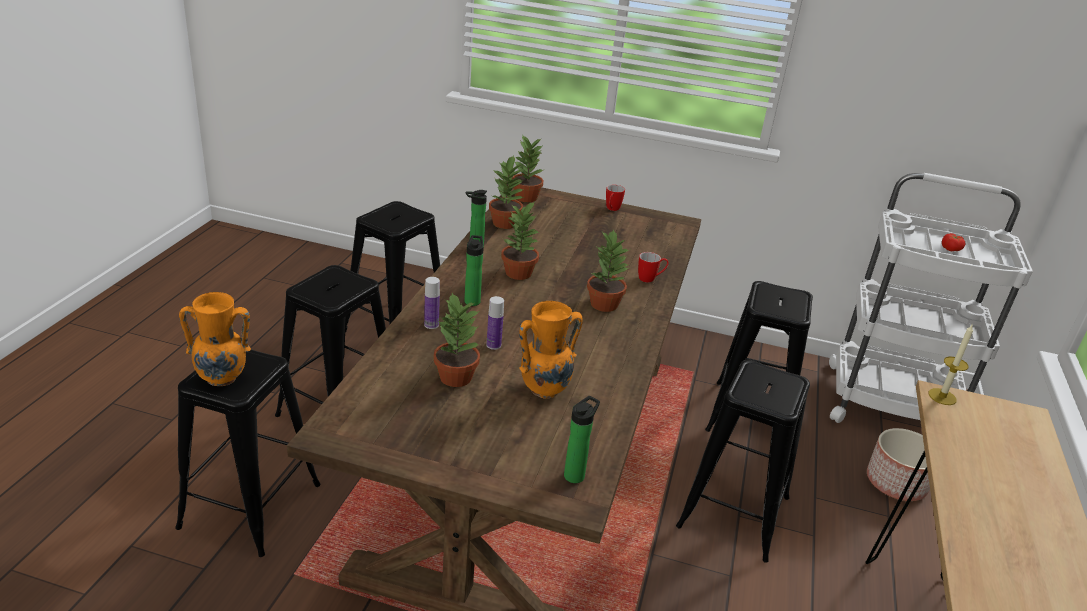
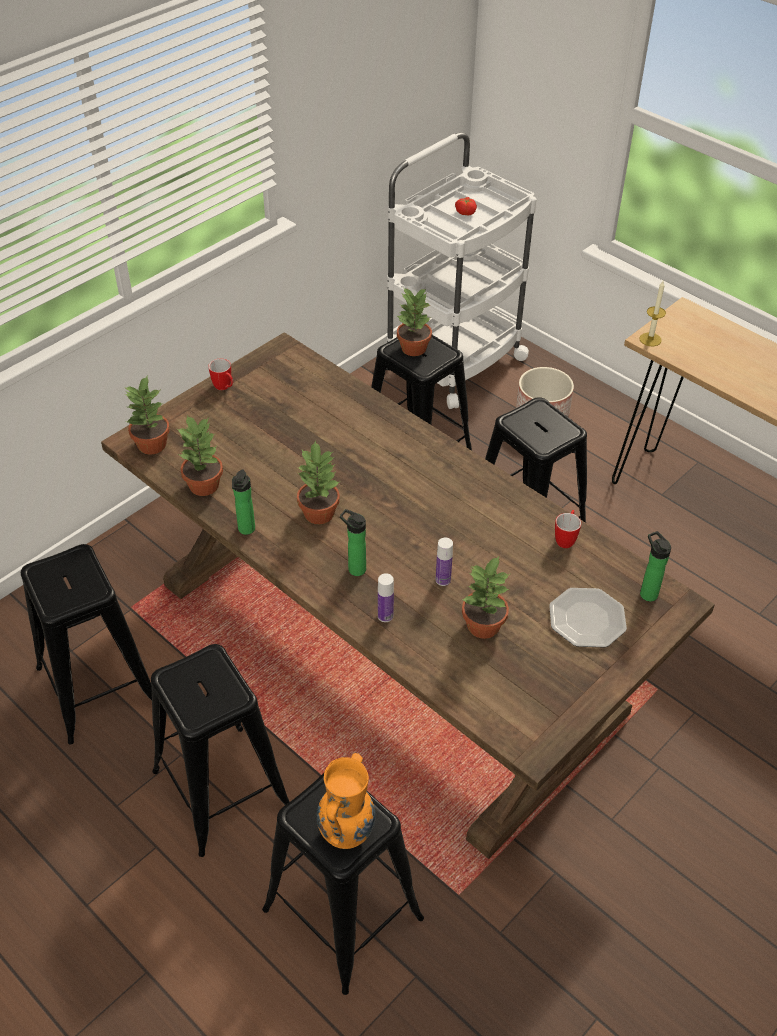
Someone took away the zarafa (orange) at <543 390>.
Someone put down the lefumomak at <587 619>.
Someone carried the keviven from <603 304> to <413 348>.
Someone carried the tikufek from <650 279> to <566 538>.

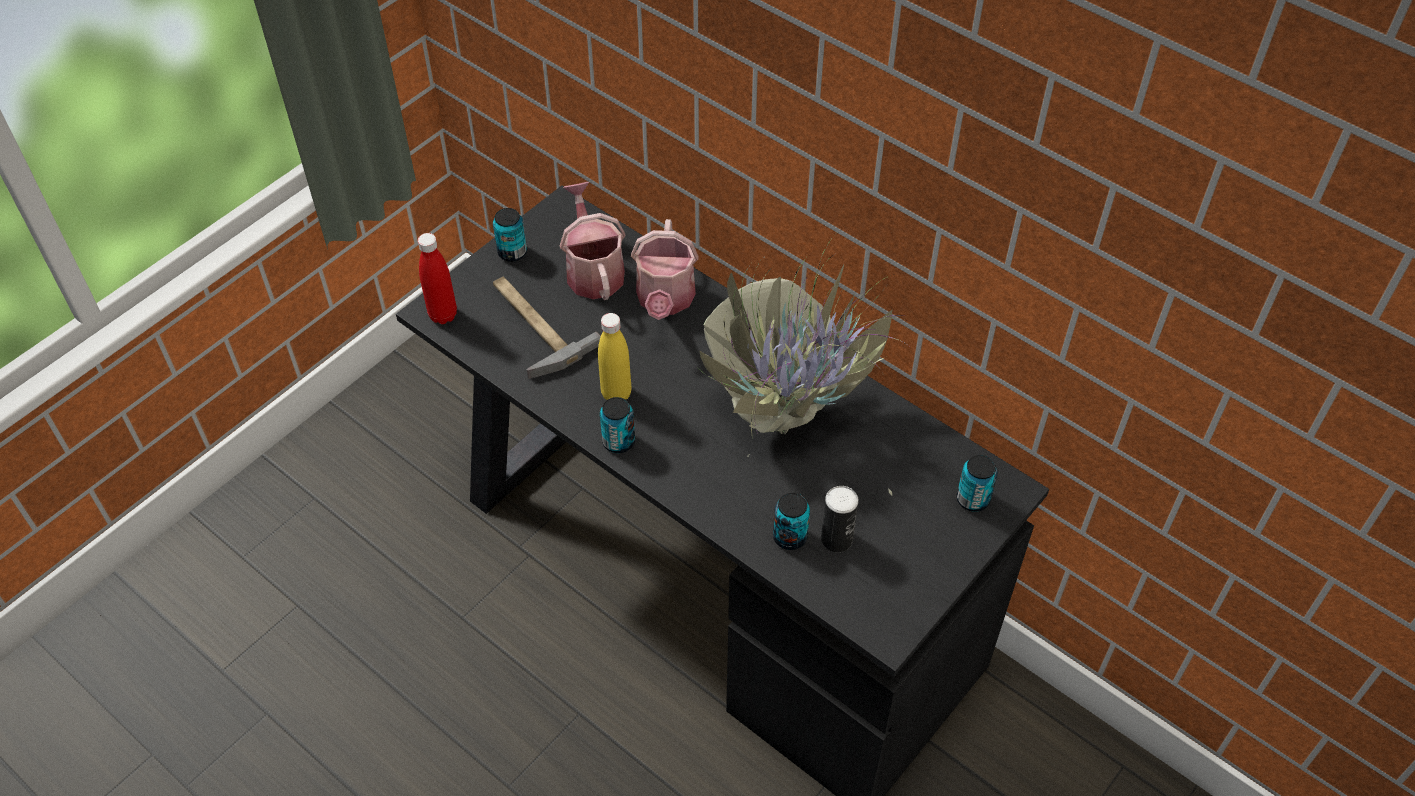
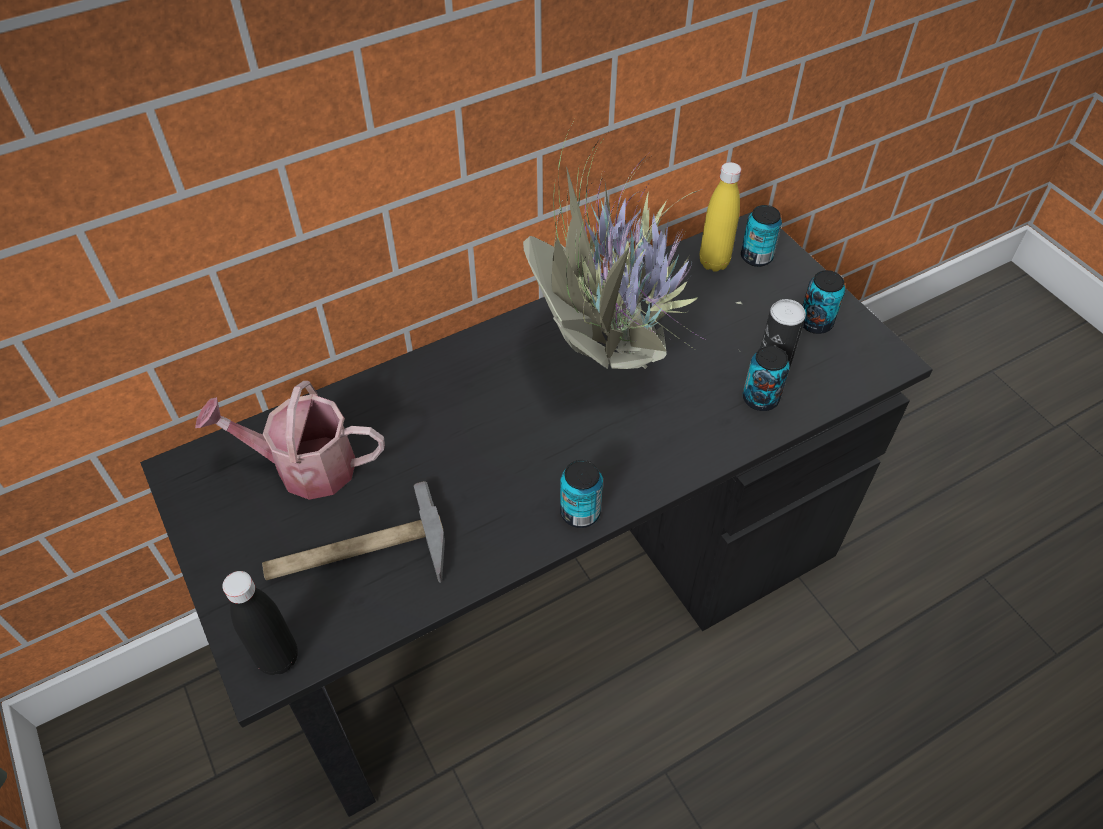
Someone took away the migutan at <665 300>.
Someone carried the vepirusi from <512 252> to <815 323>.
Someone carried the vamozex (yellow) from <616 394> to <713 262>.
Someone repainted the vamozex (red) at <443 315>, which became the vamozex (black) at <278 658>.

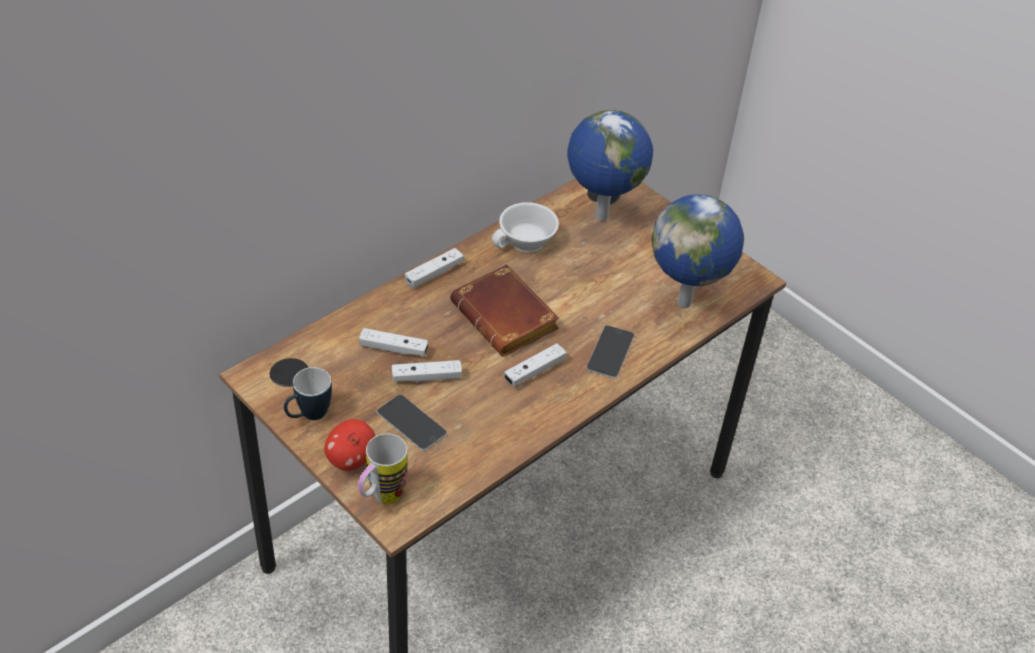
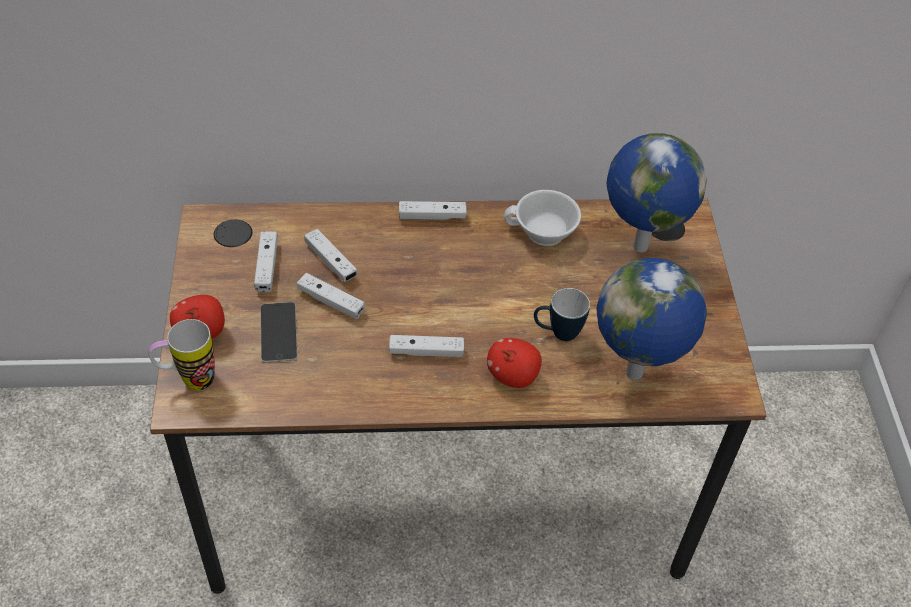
Someone took away the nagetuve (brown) at <508 318>.
Someone put down the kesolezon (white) at <267 266>.
Someone carried the tikufek from <308 416> to <557 333>.
Someone swapped the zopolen at <610 352> for the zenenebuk at <513 376>.

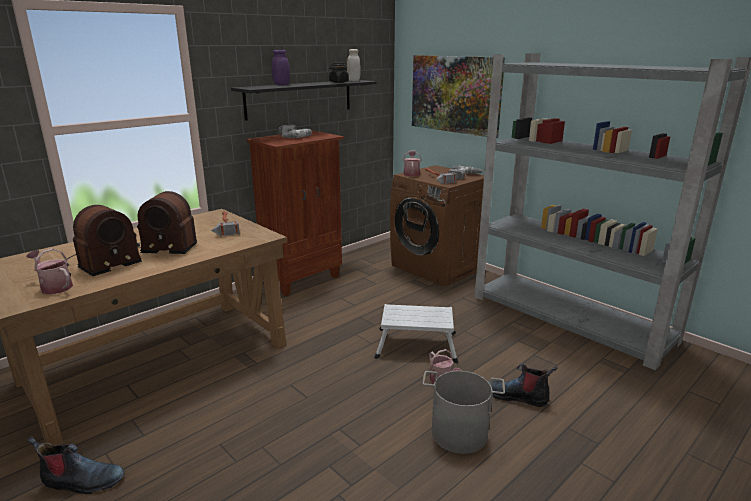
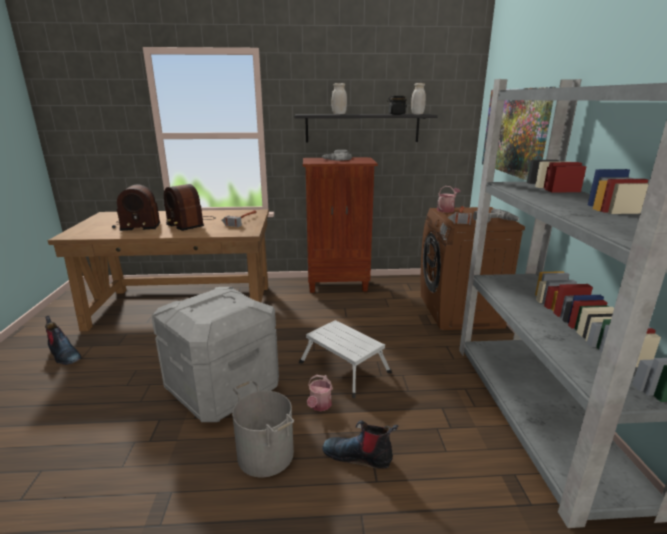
Someone took away the migutan at <54 286>.
Someone put down the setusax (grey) at <223 389>.
Someone repainted the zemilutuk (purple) at <281 85>, which became the zemilutuk (white) at <339 114>.
Someone rotated the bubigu at <517 397> by 45 degrees counterclockwise.

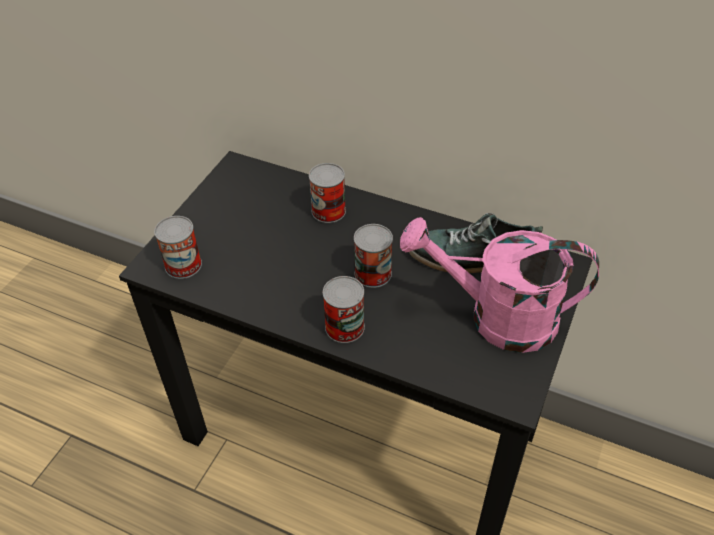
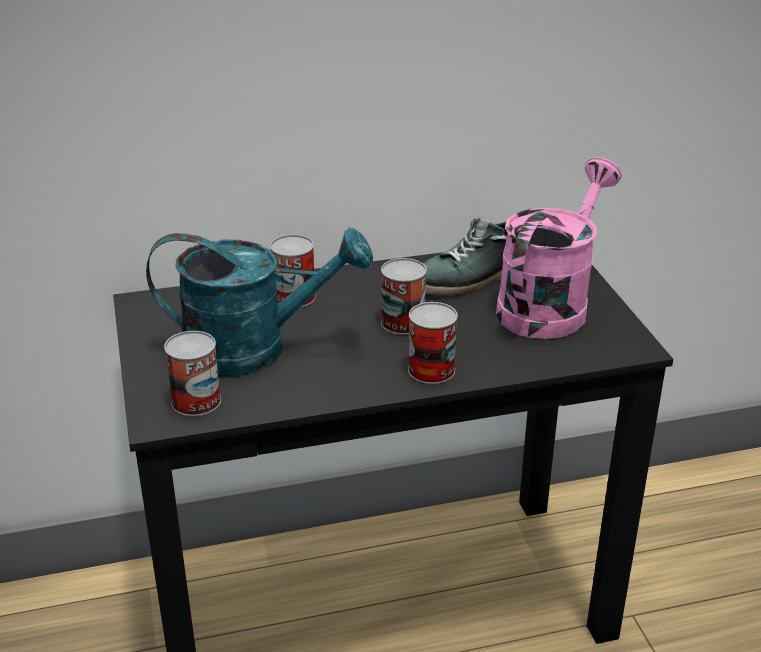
Someone put down the migutan (turquoise) at <254 349>.
Someone rotated the migutan (pink) at <497 317> by 150 degrees clockwise.

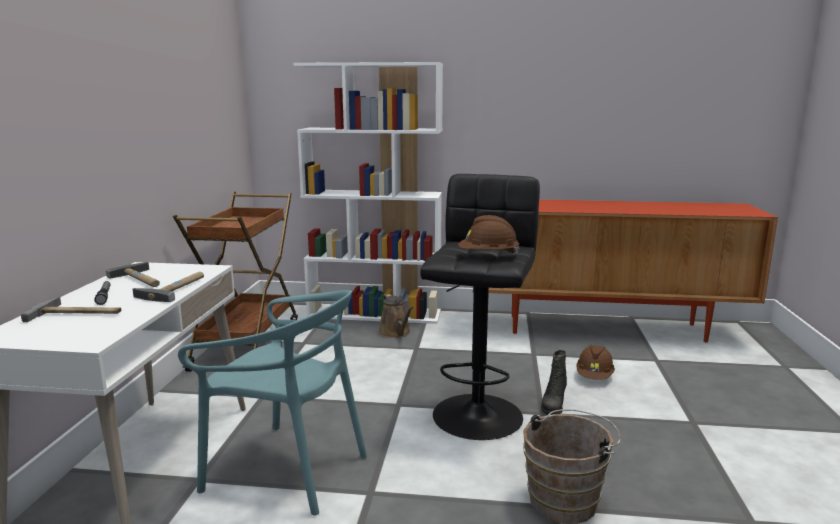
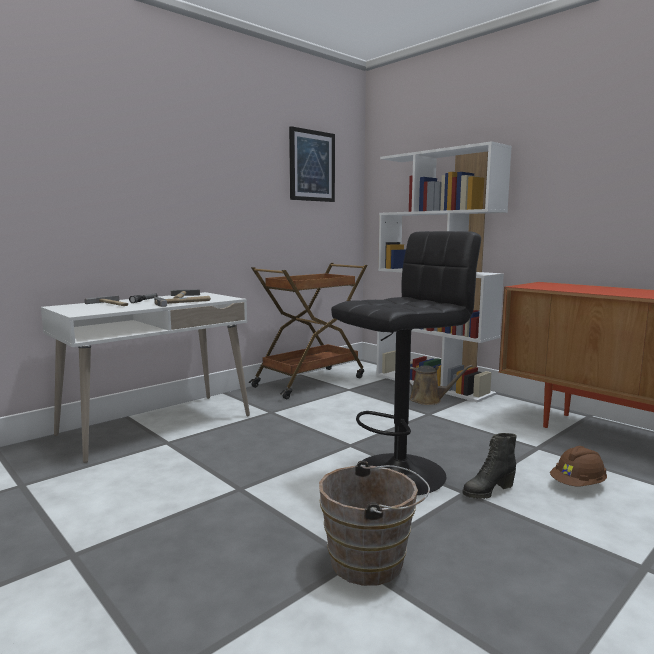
Someone took away the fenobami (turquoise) at <287 469>.
Someone took away the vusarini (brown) at <488 256>.
Someone put up the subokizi at <312 166>.
Someone rotated the migutan (brown) at <396 333> by 90 degrees counterclockwise.

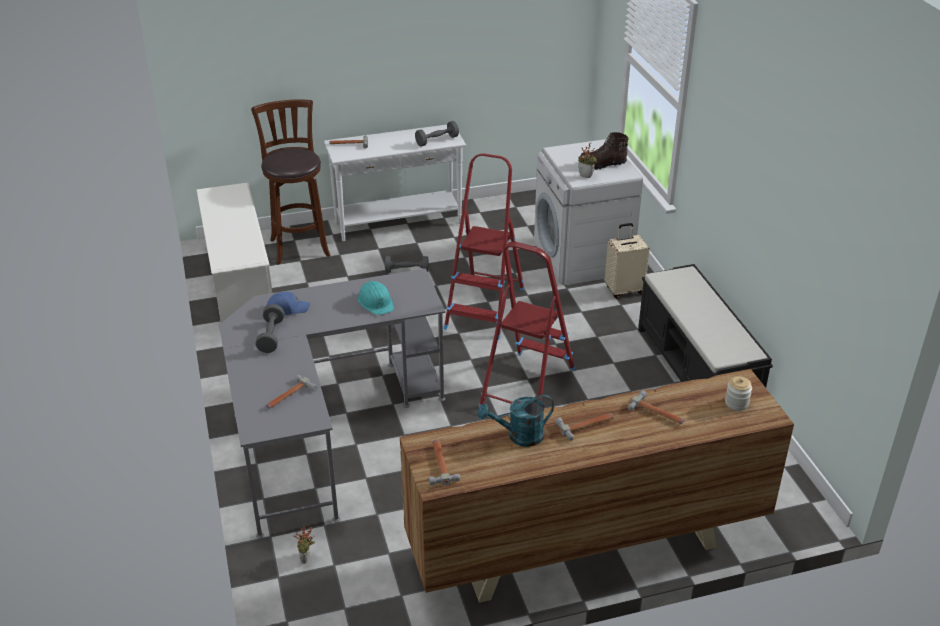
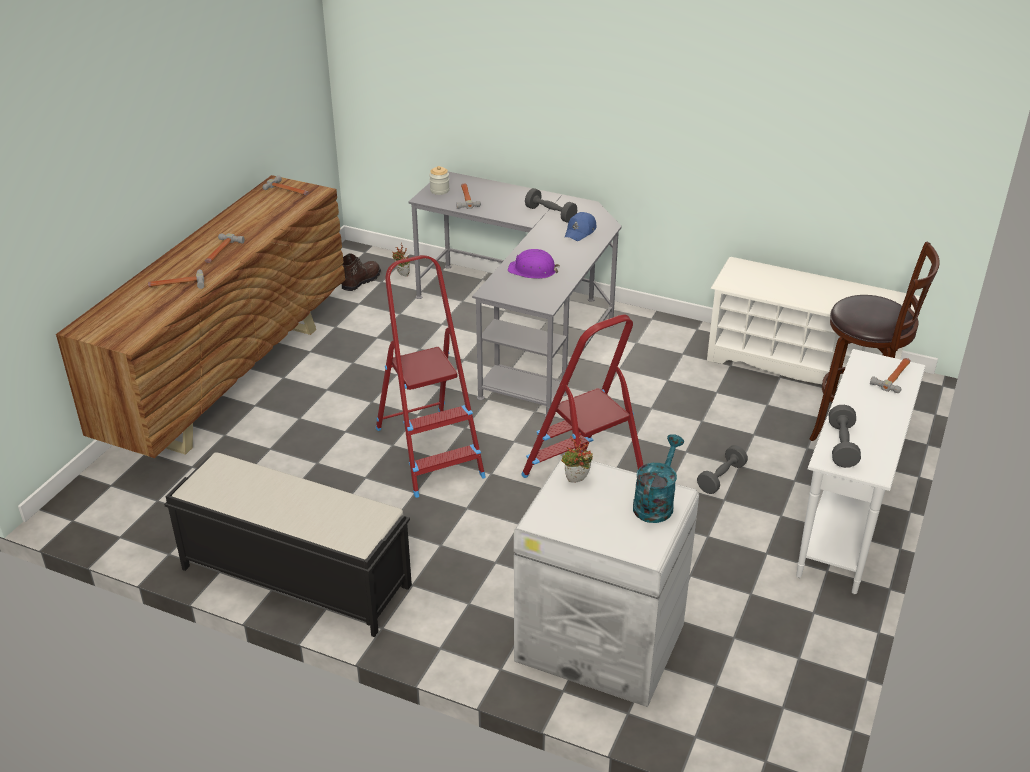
Someone took away the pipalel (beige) at <624 290>.
Someone carried the migutan (turquoise) from <519 436> to <655 503>.
Someone carried the bubigu (brown) from <602 164> to <360 282>.
Someone carried the zemilutuk from <736 403> to <439 190>.
Someone repainted the vusarini (turquoise) at <376 302>, which became the vusarini (purple) at <533 270>.

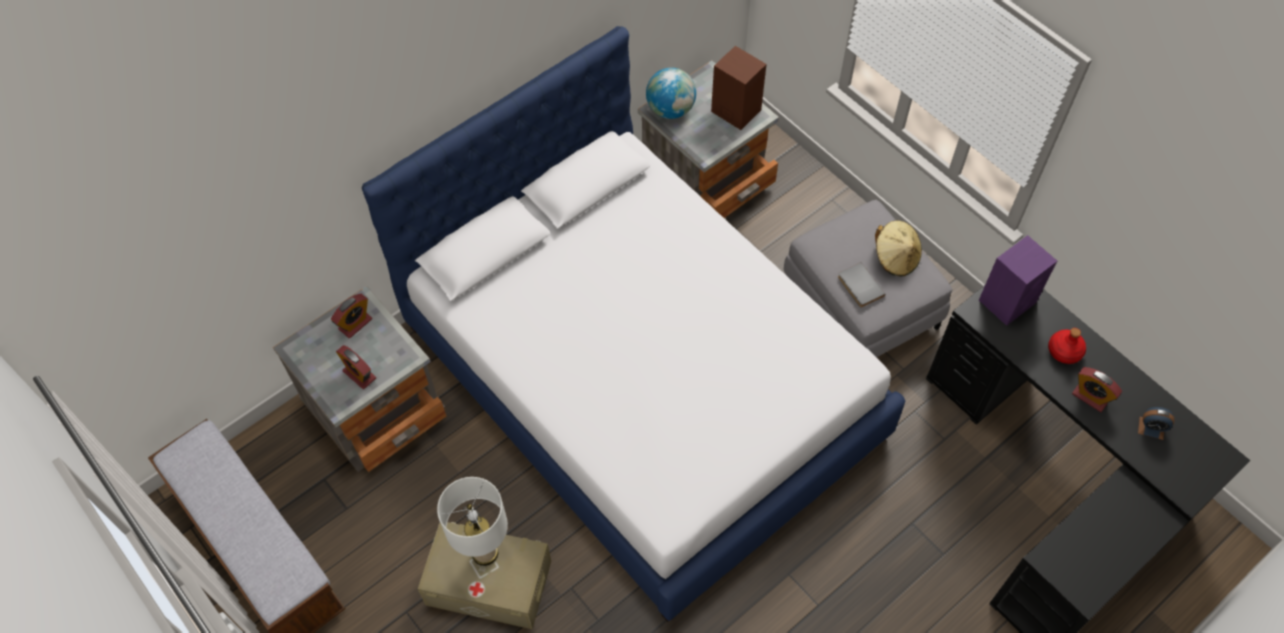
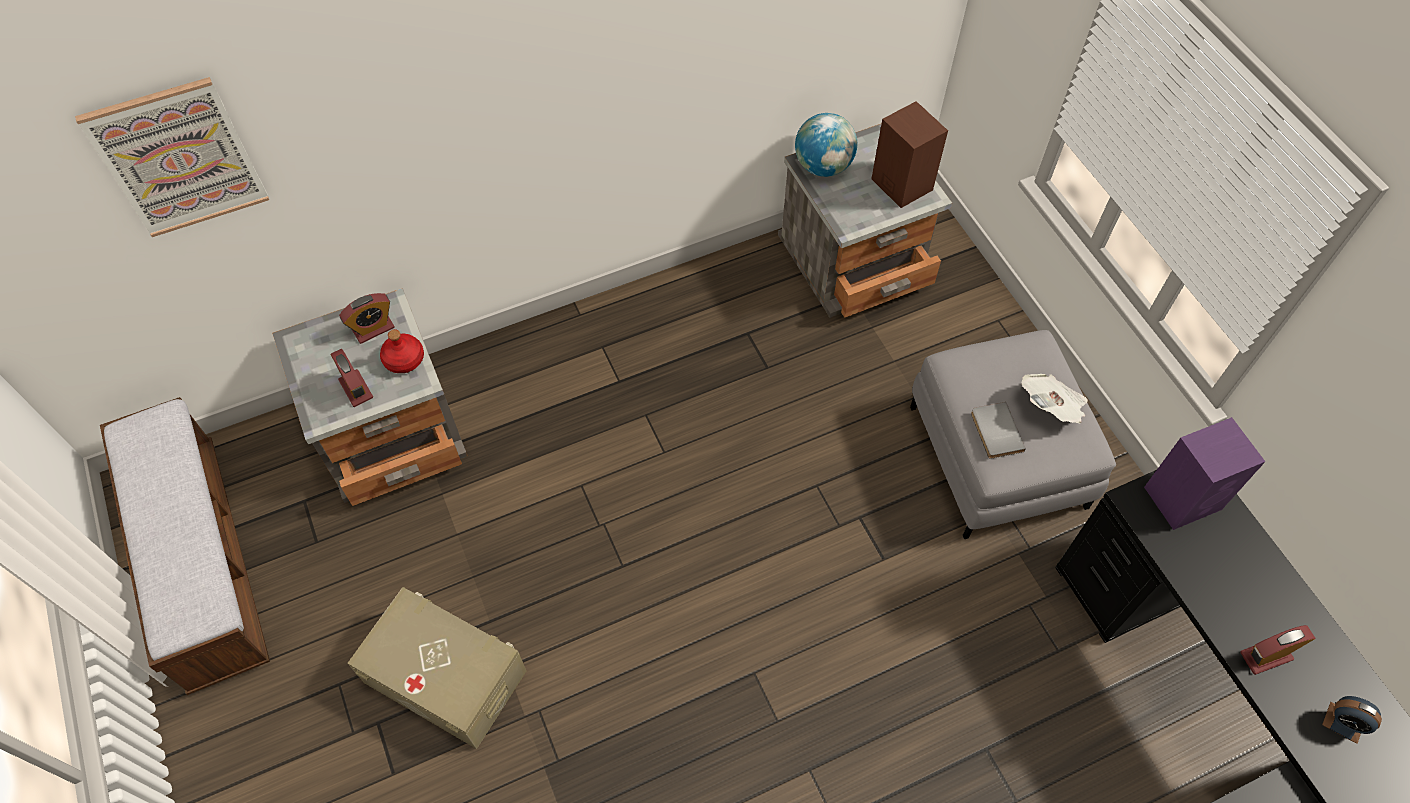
Someone took away the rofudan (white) at <641 380>.
Someone took away the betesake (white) at <485 552>.
Someone put up the subokizi at <178 158>.
Someone carried the vamozex (red) from <1064 351> to <405 359>.
Someone swapped the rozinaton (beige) at <895 258> for the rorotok at <1052 407>.
Someone rotated the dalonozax at <1090 397> by 105 degrees clockwise.

